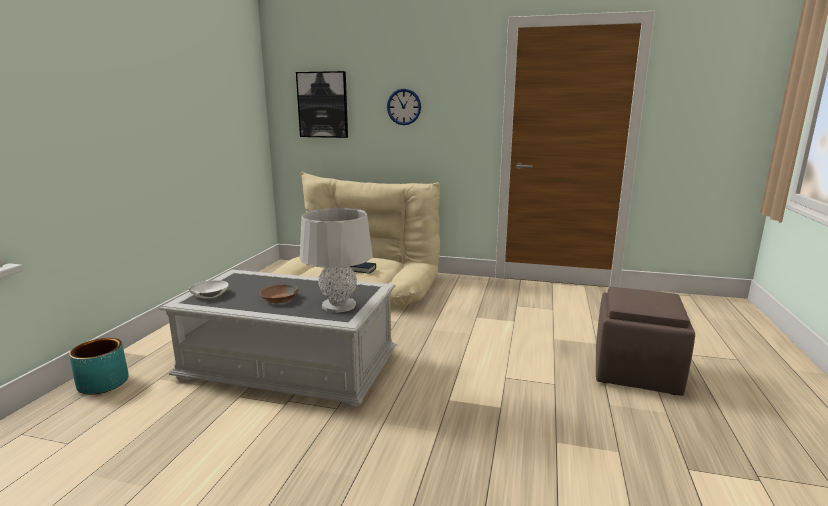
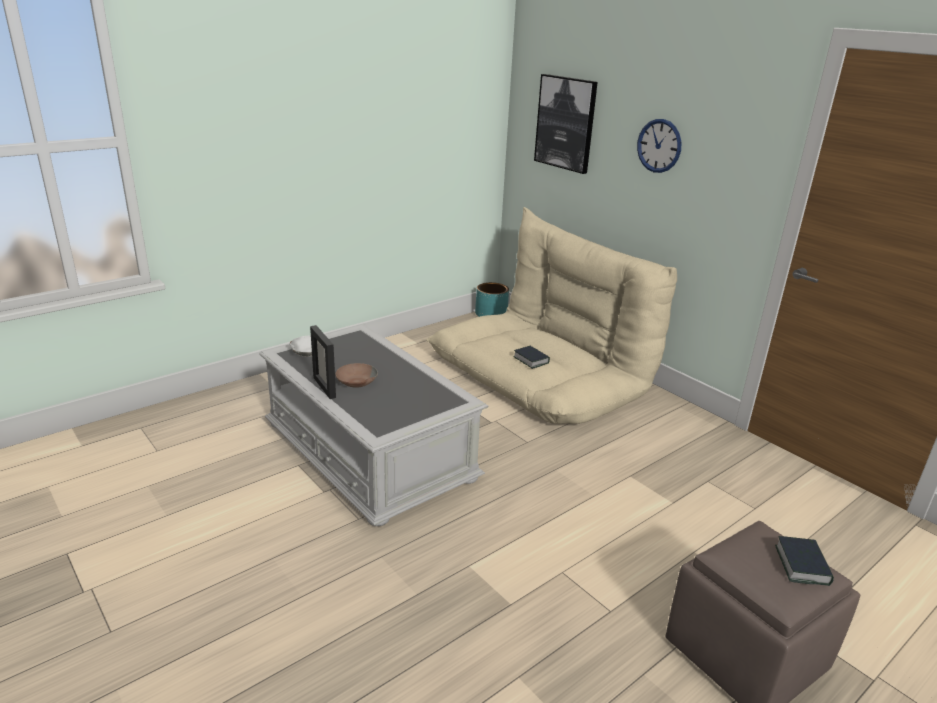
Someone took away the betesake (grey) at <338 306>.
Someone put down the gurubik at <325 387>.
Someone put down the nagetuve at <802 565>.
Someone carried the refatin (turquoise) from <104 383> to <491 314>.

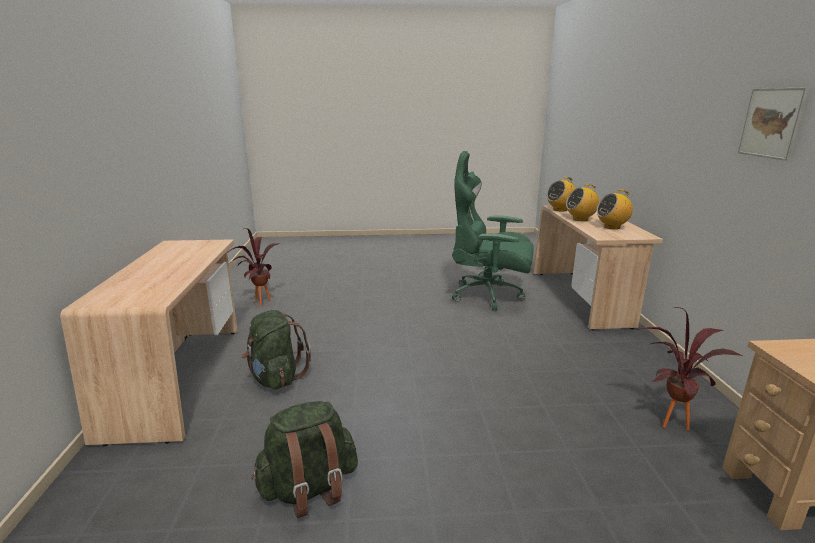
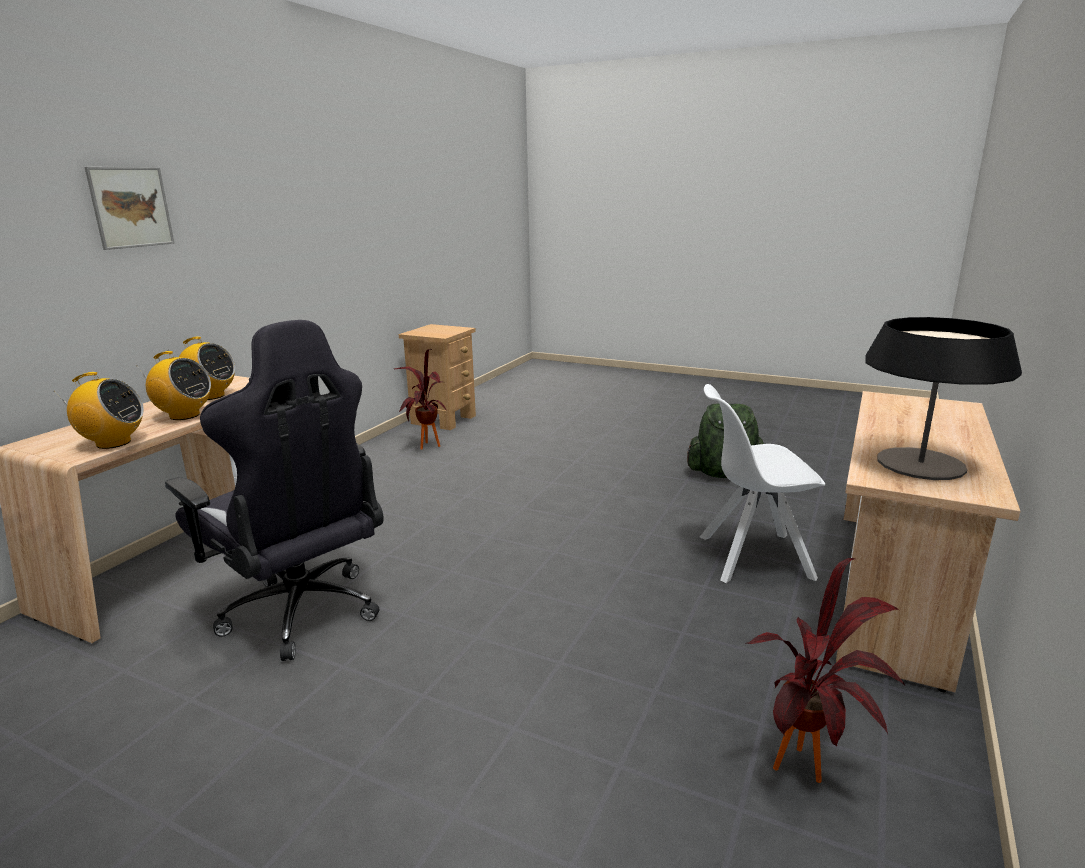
Someone put down the betesake at <921 464>.
Someone carried the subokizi from <771 123> to <131 207>.
Someone swapped the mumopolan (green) at <276 378> for the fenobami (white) at <752 557>.
Someone repainted the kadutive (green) at <491 296>, which became the kadutive (black) at <296 608>.

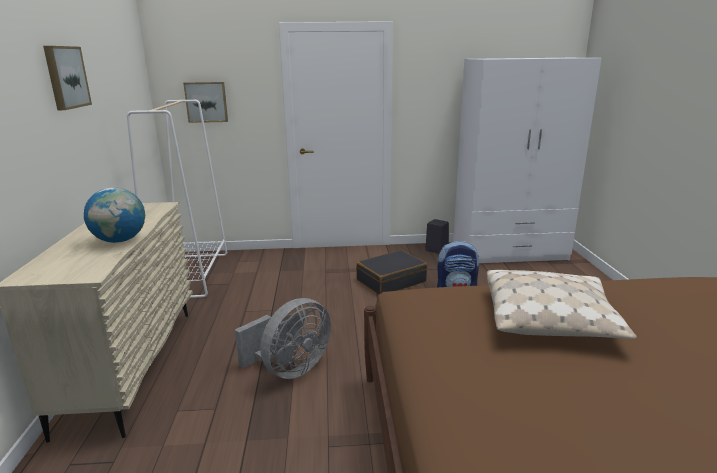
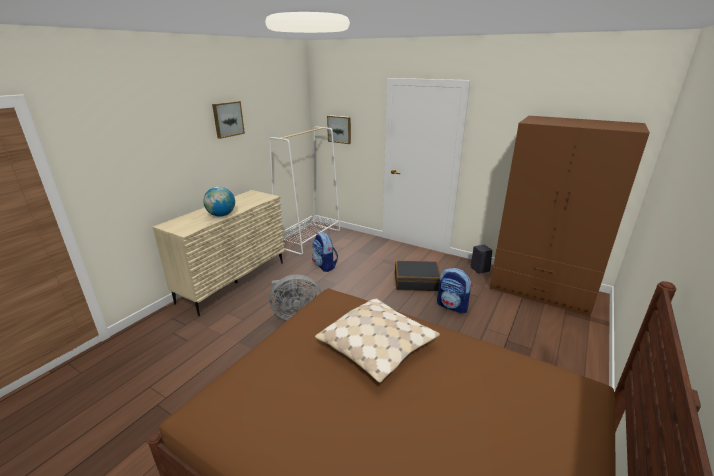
Someone put down the mumopolan at <325 266>.
Someone repainted the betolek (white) at <509 251>, which became the betolek (brown) at <541 290>.

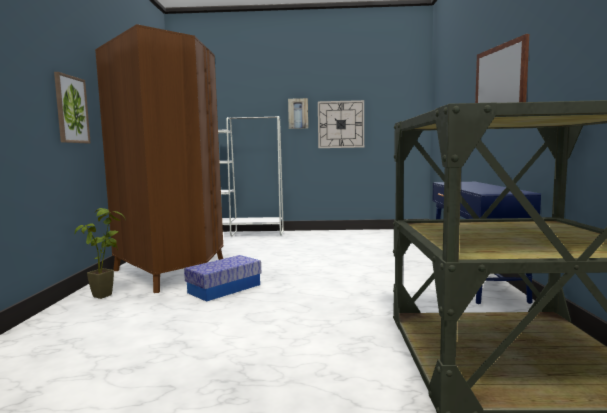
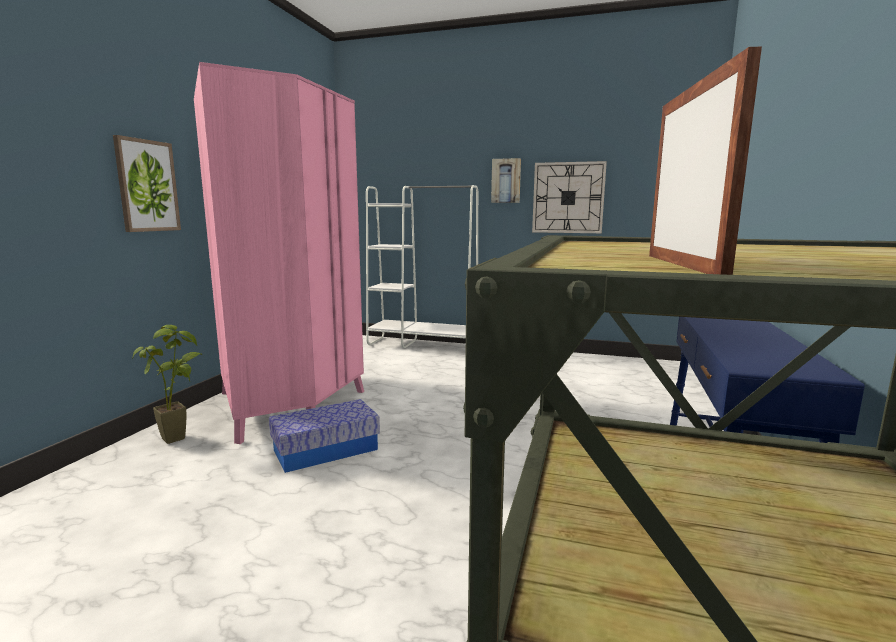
Someone repainted the betolek (brown) at <175 270>, which became the betolek (pink) at <292 402>.

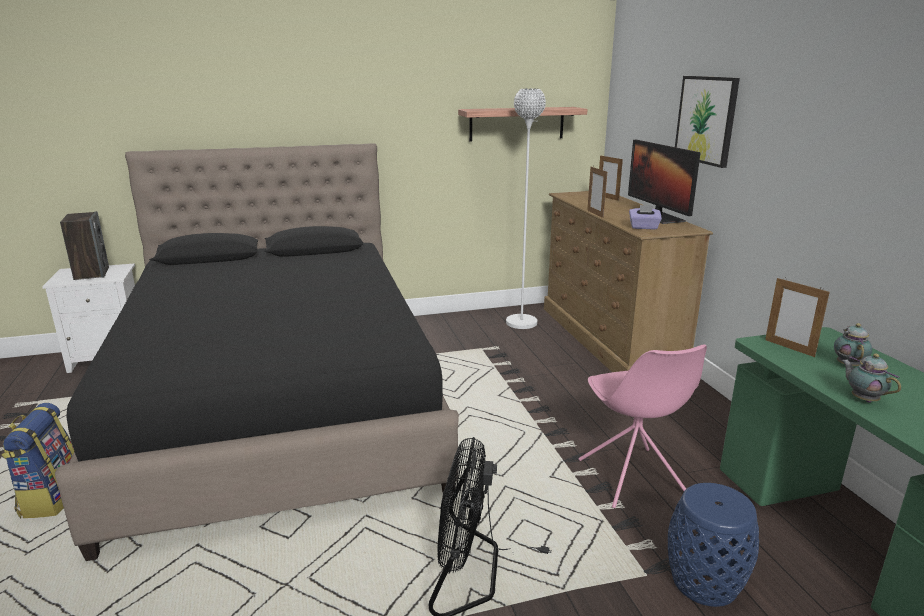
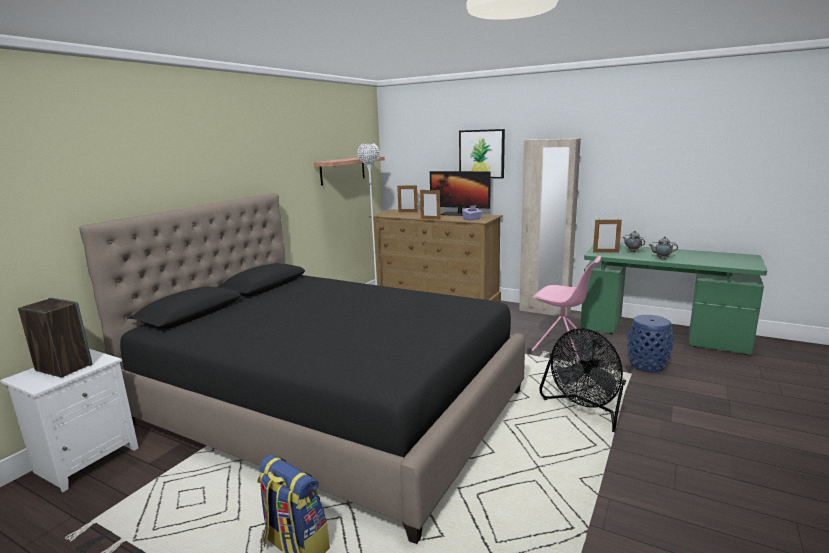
Someone put down the betolek (beige) at <544 311>.

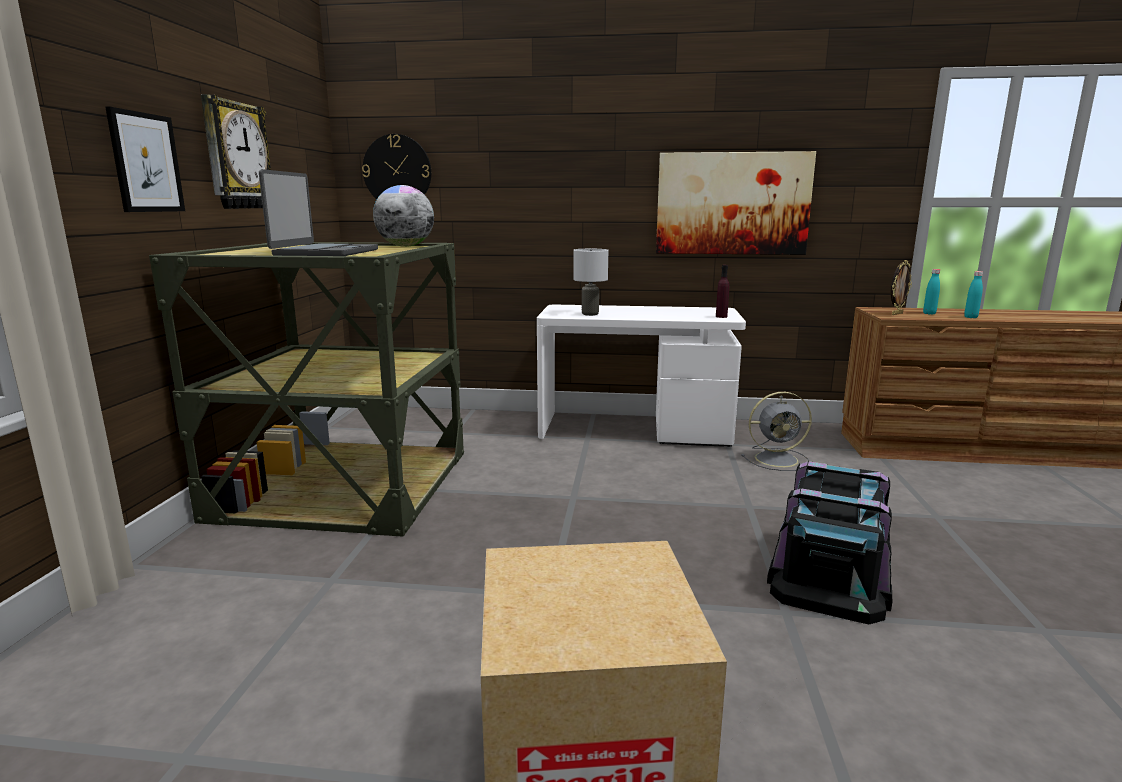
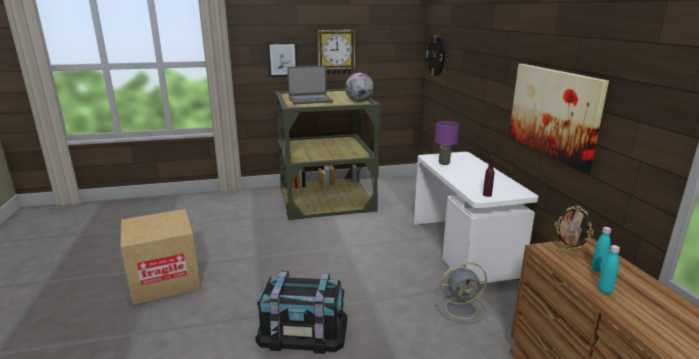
Someone repainted the betesake (white) at <590 314>, which became the betesake (purple) at <444 163>.
Someone rotated the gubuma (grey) at <778 459> by 75 degrees counterclockwise.

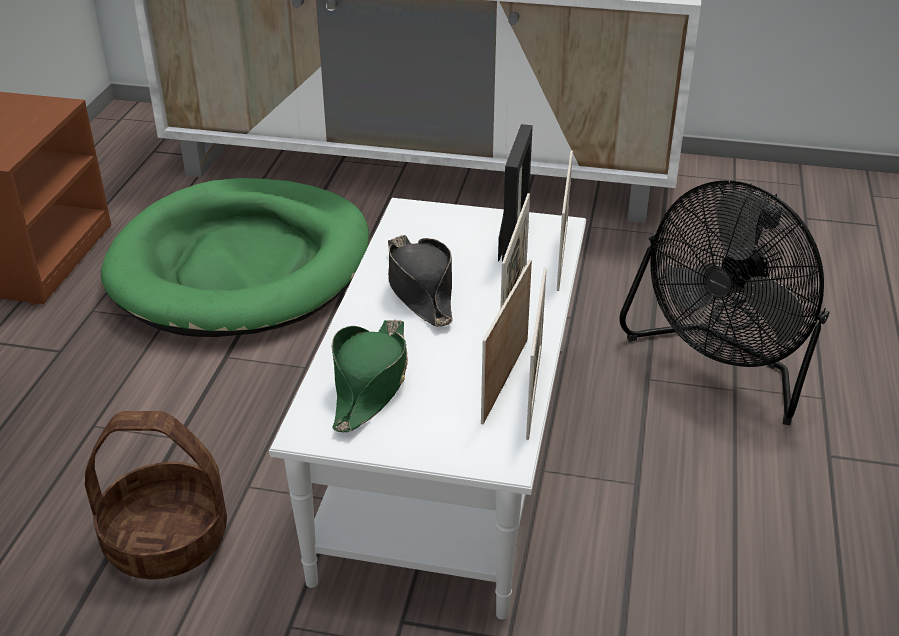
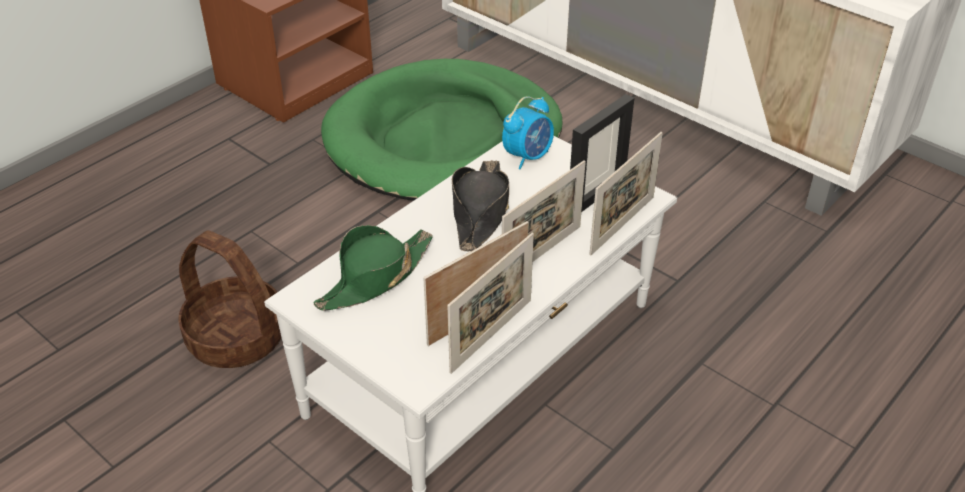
Someone took away the gubuma (black) at <720 359>.
Someone put down the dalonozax at <528 156>.

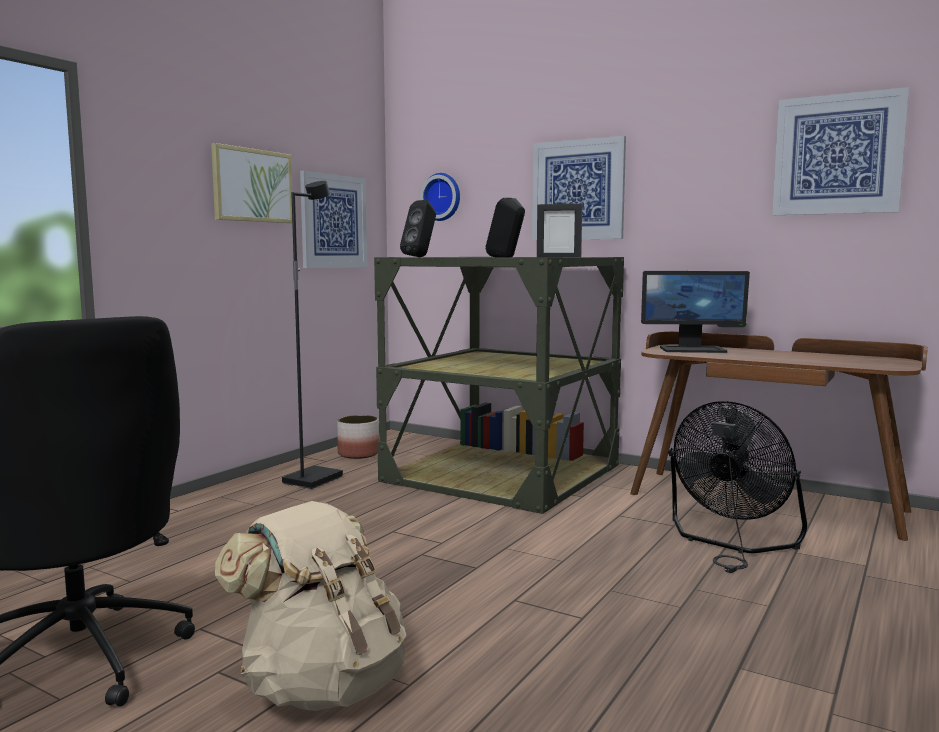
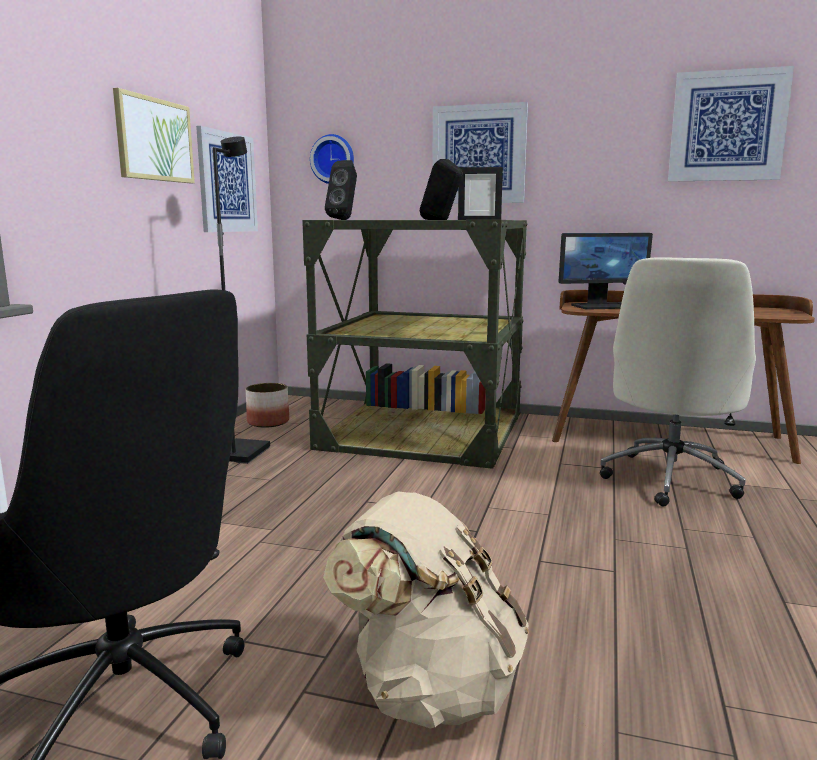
Someone swapped the gubuma (black) at <727 542> for the kadutive (beige) at <670 480>.

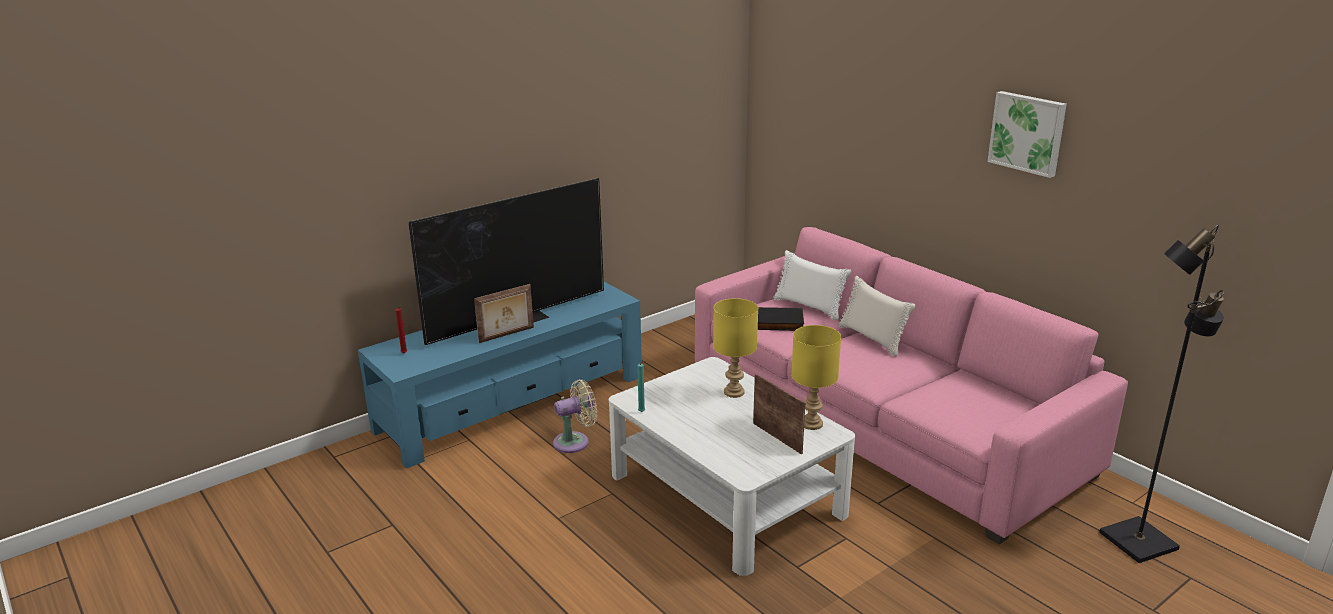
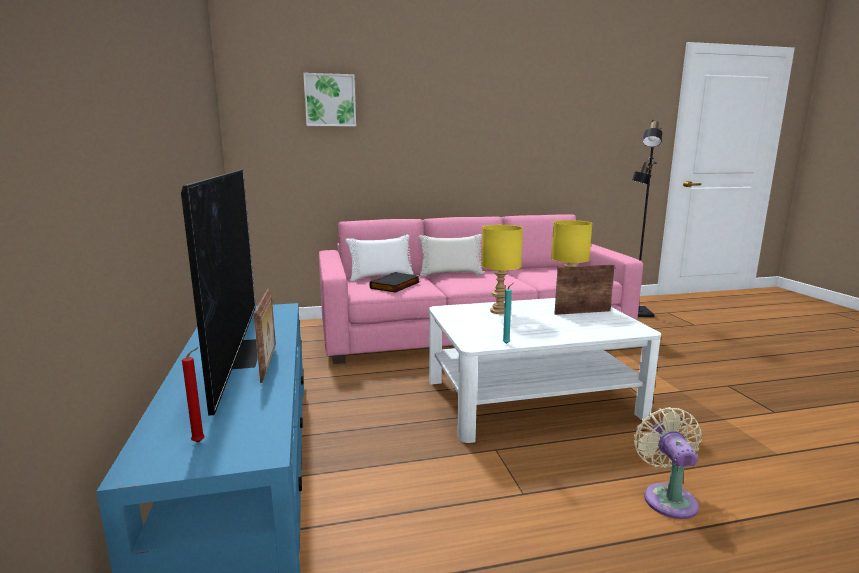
Someone carried the gubuma (beige) from <575 442> to <668 497>.
Someone carried the subokizi from <1028 133> to <330 100>.

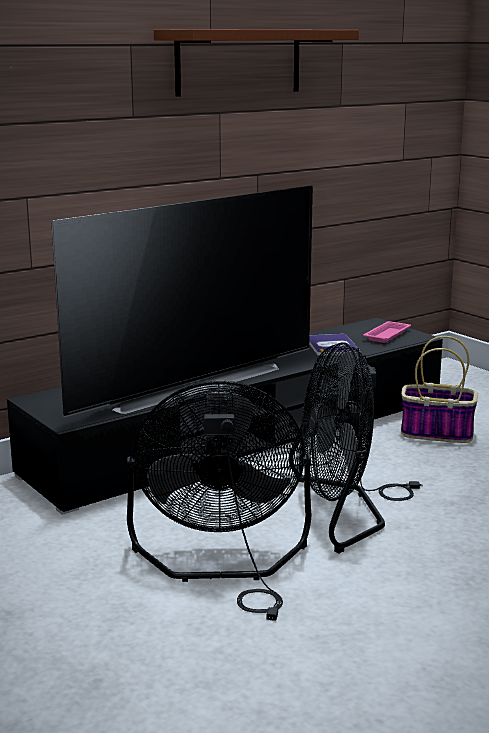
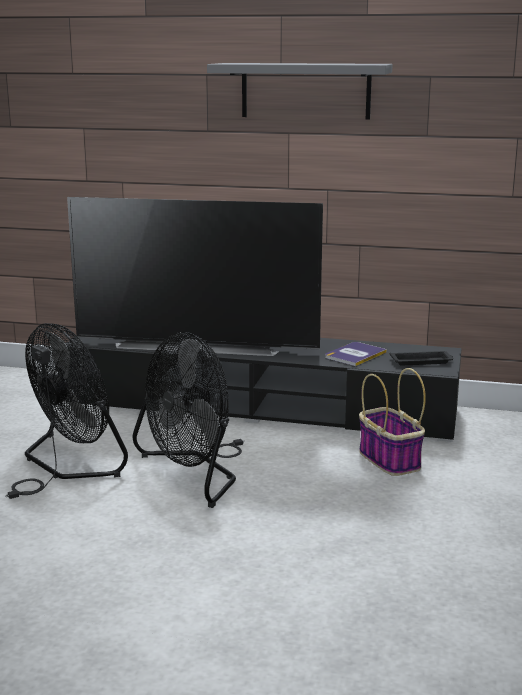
Someone repainted the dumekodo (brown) at <238 62>, which became the dumekodo (grey) at <305 91>.
Someone repainted the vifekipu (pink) at <387 335>, which became the vifekipu (black) at <422 361>.
Someone rotated the gubuma (black) at <347 508> by 75 degrees counterclockwise.

